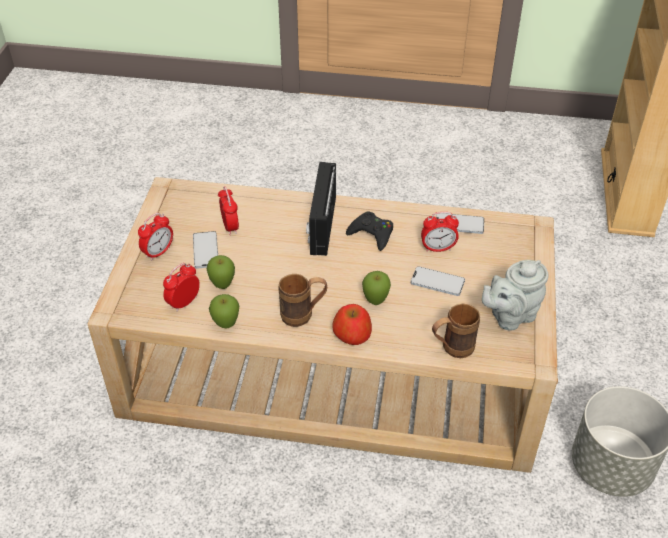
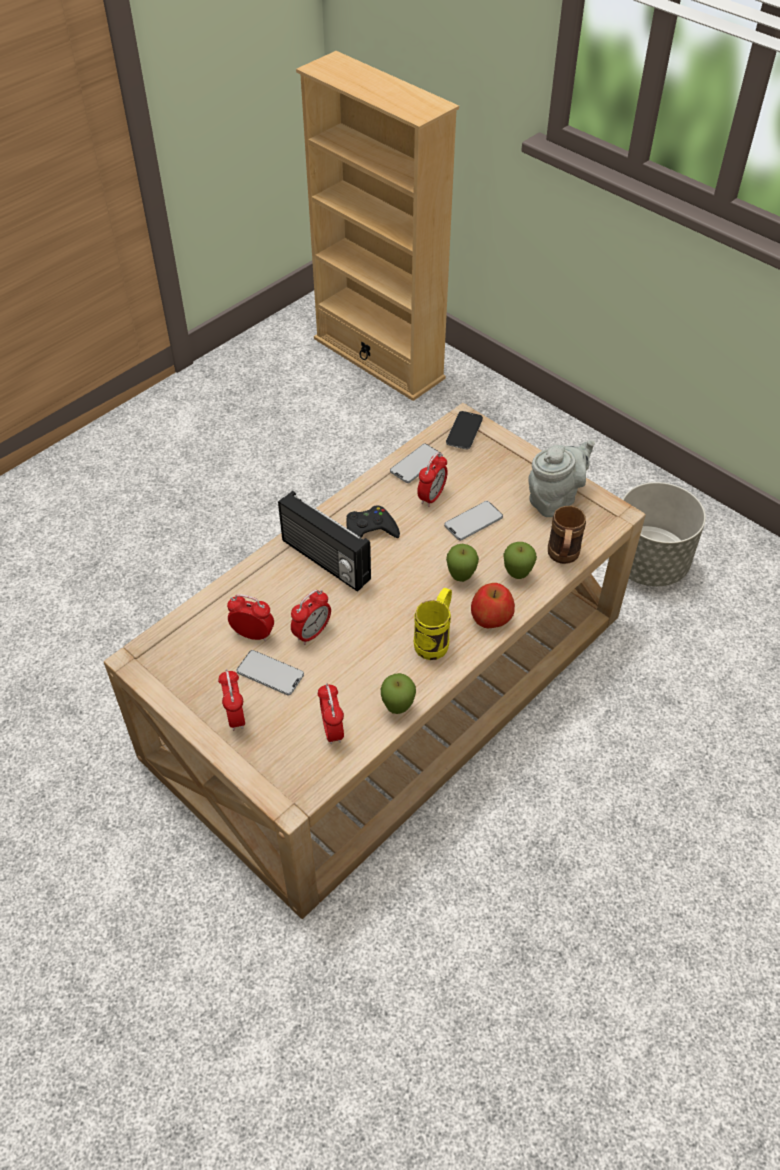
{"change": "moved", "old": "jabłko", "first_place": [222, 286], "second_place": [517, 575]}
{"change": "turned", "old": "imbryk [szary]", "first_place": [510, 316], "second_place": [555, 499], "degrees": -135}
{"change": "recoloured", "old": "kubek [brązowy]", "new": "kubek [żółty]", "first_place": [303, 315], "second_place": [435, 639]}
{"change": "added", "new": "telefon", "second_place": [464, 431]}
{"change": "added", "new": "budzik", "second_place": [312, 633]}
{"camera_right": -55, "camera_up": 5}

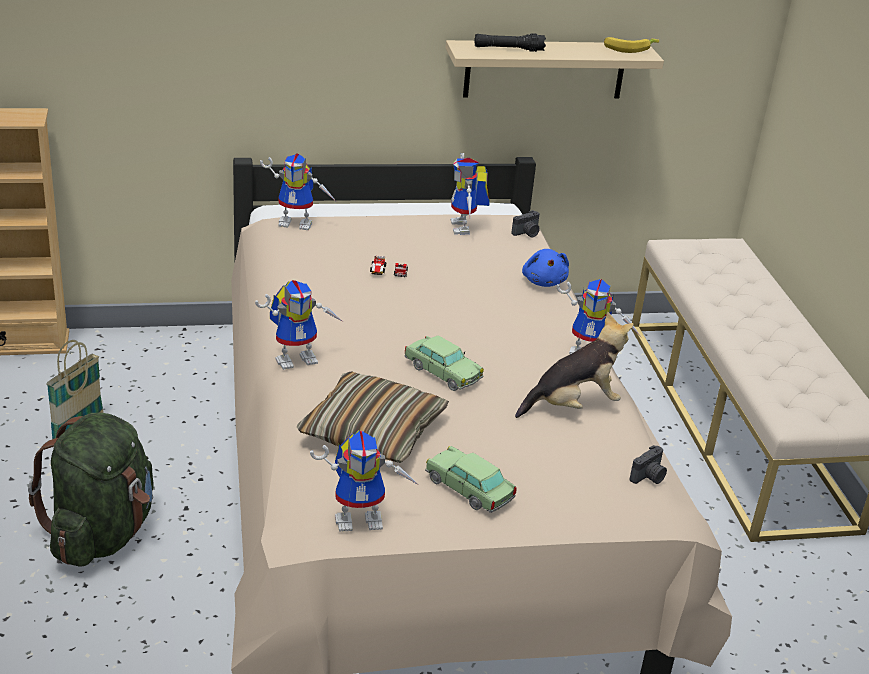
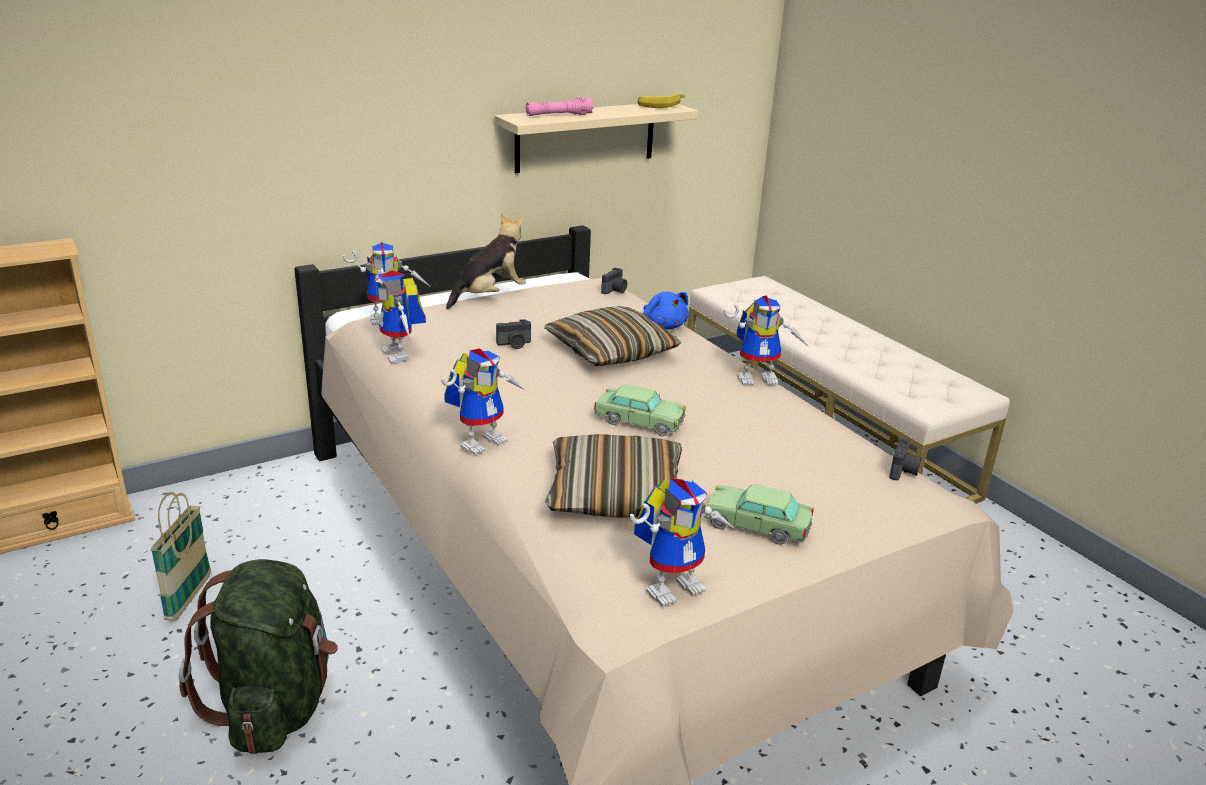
{"change": "recoloured", "old": "latarka [czarny]", "new": "latarka [różowy]", "first_place": [508, 49], "second_place": [559, 115]}
{"change": "moved", "old": "robot zabawkowy", "first_place": [465, 228], "second_place": [402, 355]}
{"change": "replaced", "old": "samochodzik", "new": "aparat fotograficzny", "first_place": [388, 272], "second_place": [514, 344]}
{"change": "moved", "old": "pluszak", "first_place": [573, 405], "second_place": [489, 296]}
{"change": "added", "new": "poduszka", "second_place": [611, 351]}
{"camera_right": -20, "camera_up": -5}

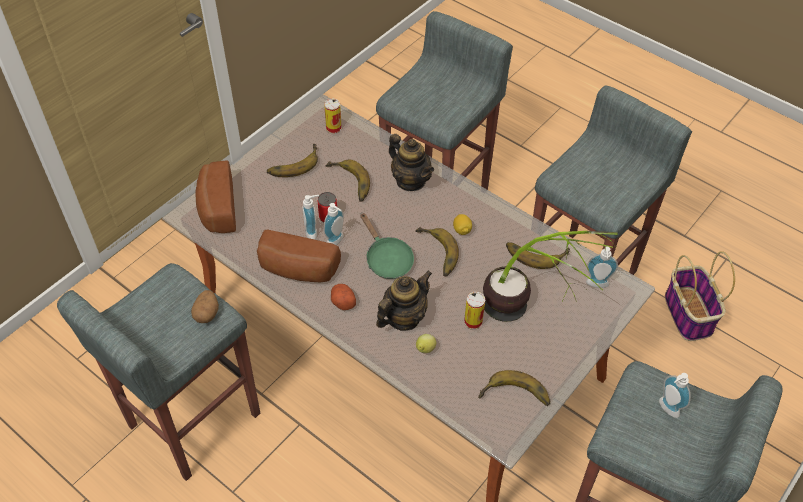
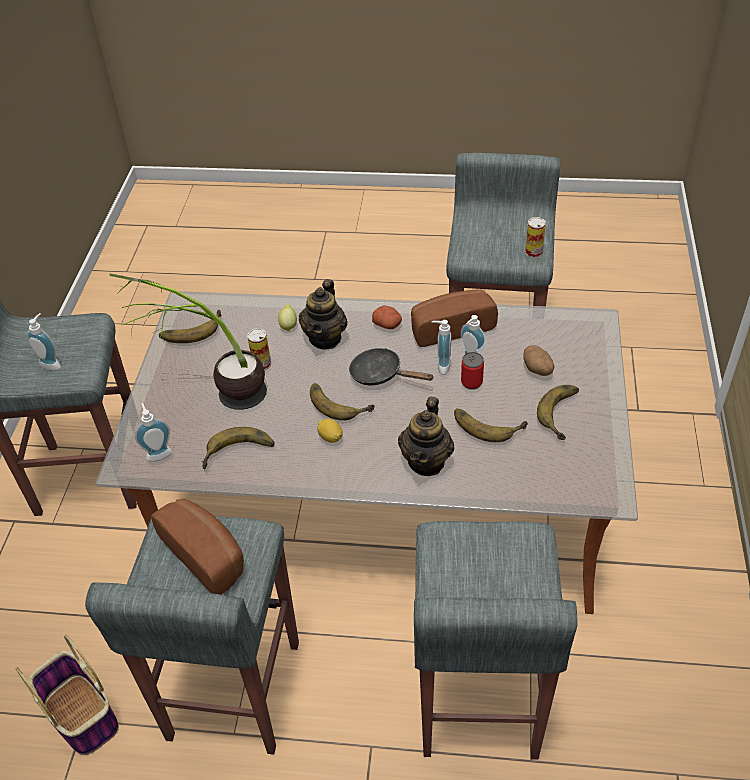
{"change": "moved", "old": "puszka", "first_place": [333, 128], "second_place": [533, 252]}
{"change": "turned", "old": "imbryk", "first_place": [410, 181], "second_place": [426, 461], "degrees": -90}
{"change": "moved", "old": "chleb", "first_place": [216, 208], "second_place": [207, 554]}
{"change": "recoloured", "old": "patelnia [zielony]", "new": "patelnia [czarny]", "first_place": [386, 259], "second_place": [381, 374]}
{"change": "moved", "old": "ziemniak", "first_place": [207, 313], "second_place": [538, 370]}
{"camera_right": 150, "camera_up": -5}

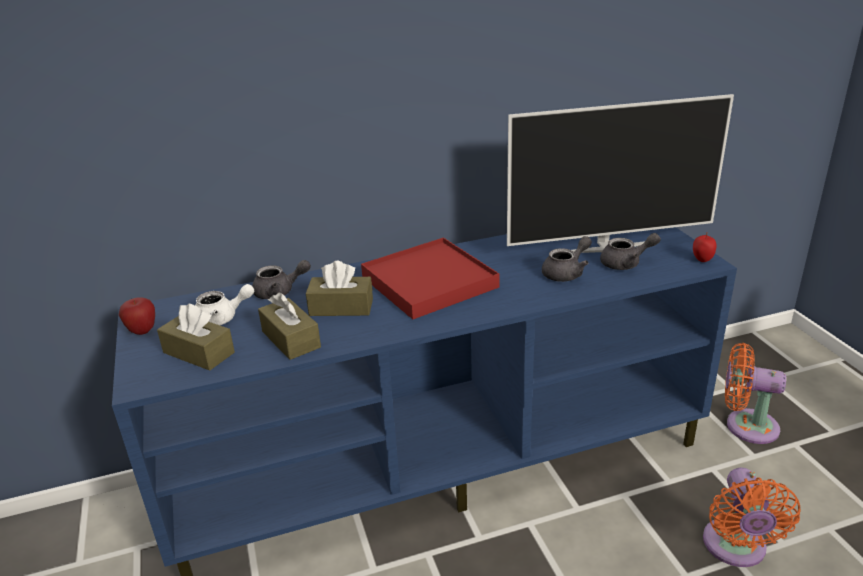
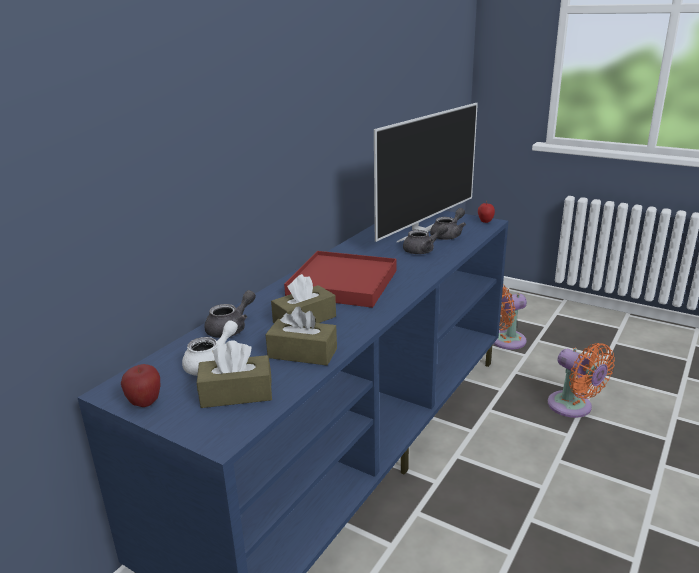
{"change": "turned", "old": "imbryk [szary]", "first_place": [566, 273], "second_place": [423, 250], "degrees": 60}
{"camera_right": -40, "camera_up": -5}

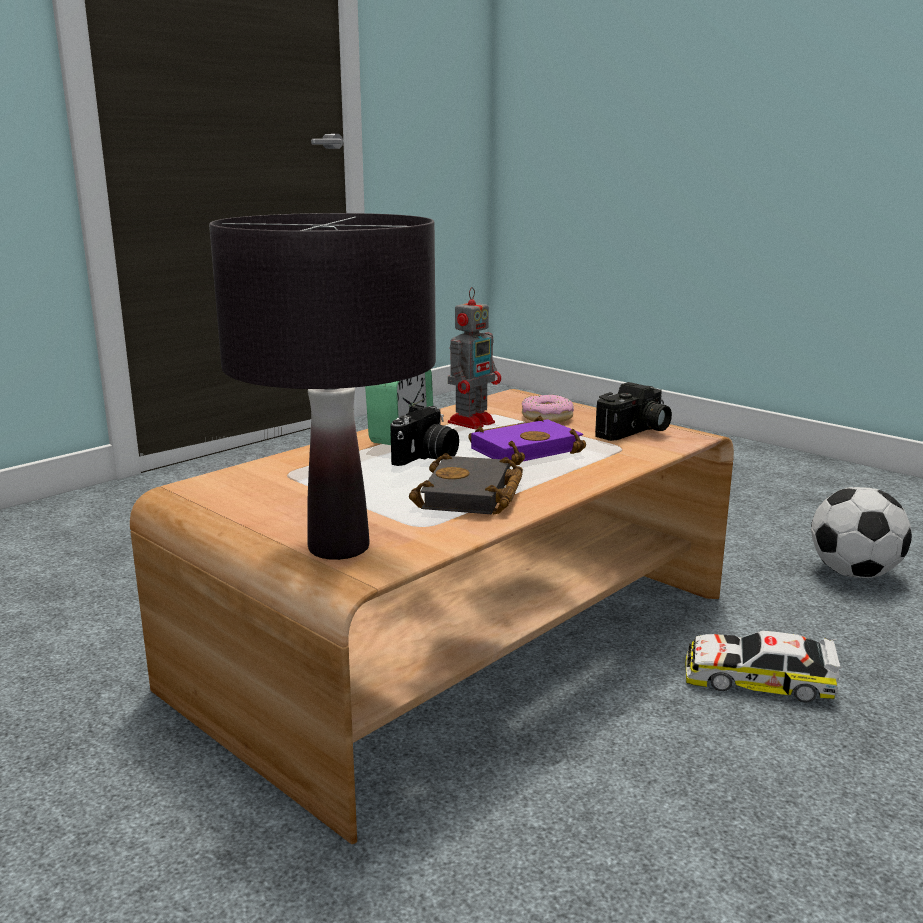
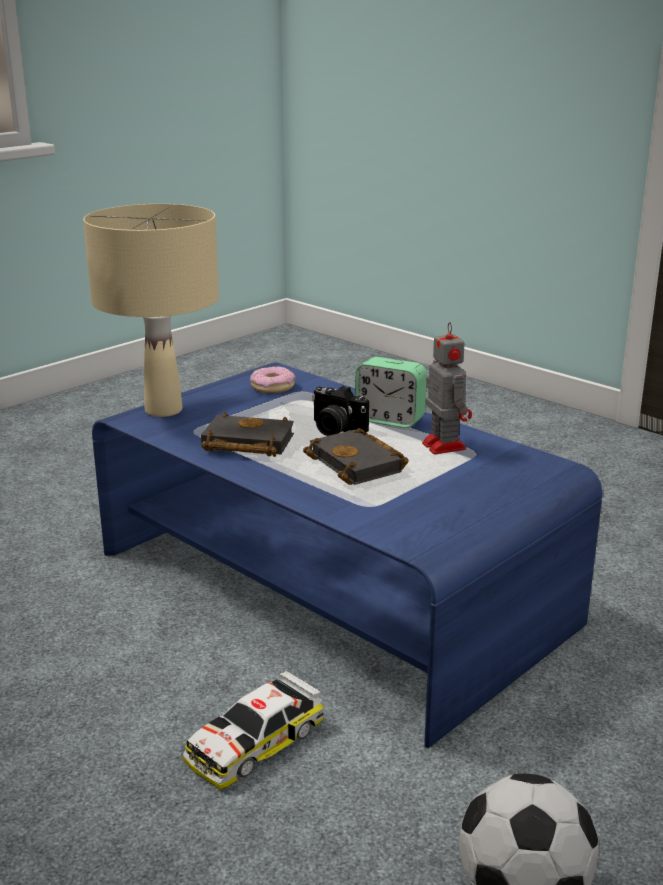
{"change": "recoloured", "old": "lampa stołowa [czarny]", "new": "lampa stołowa [beżowy]", "first_place": [339, 548], "second_place": [163, 410]}
{"change": "turned", "old": "robot zabawkowy", "first_place": [472, 422], "second_place": [442, 445], "degrees": -150}
{"change": "removed", "old": "aparat fotograficzny", "first_place": [635, 432]}
{"change": "recoloured", "old": "ława [brązowy]", "new": "ława [niebieski]", "first_place": [461, 639], "second_place": [331, 587]}
{"change": "moved", "old": "donut", "first_place": [547, 417], "second_place": [272, 387]}
{"change": "recoloured", "old": "książka [fioletowy]", "new": "książka [czarny]", "first_place": [526, 449], "second_place": [359, 464]}
{"change": "turned", "old": "samochodzik", "first_place": [758, 679], "second_place": [254, 743], "degrees": -150}
{"camera_right": 90, "camera_up": 5}

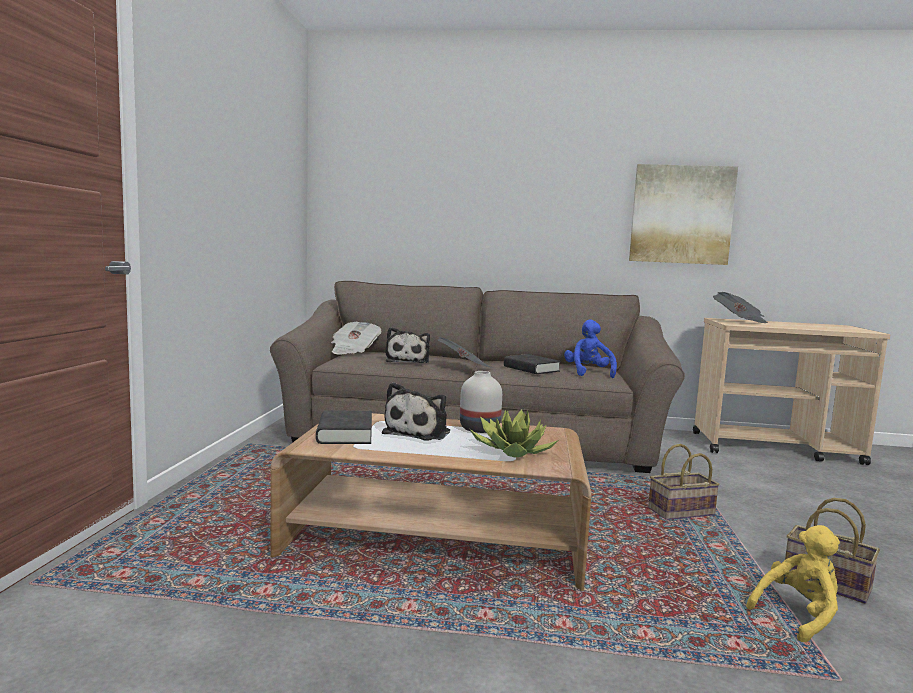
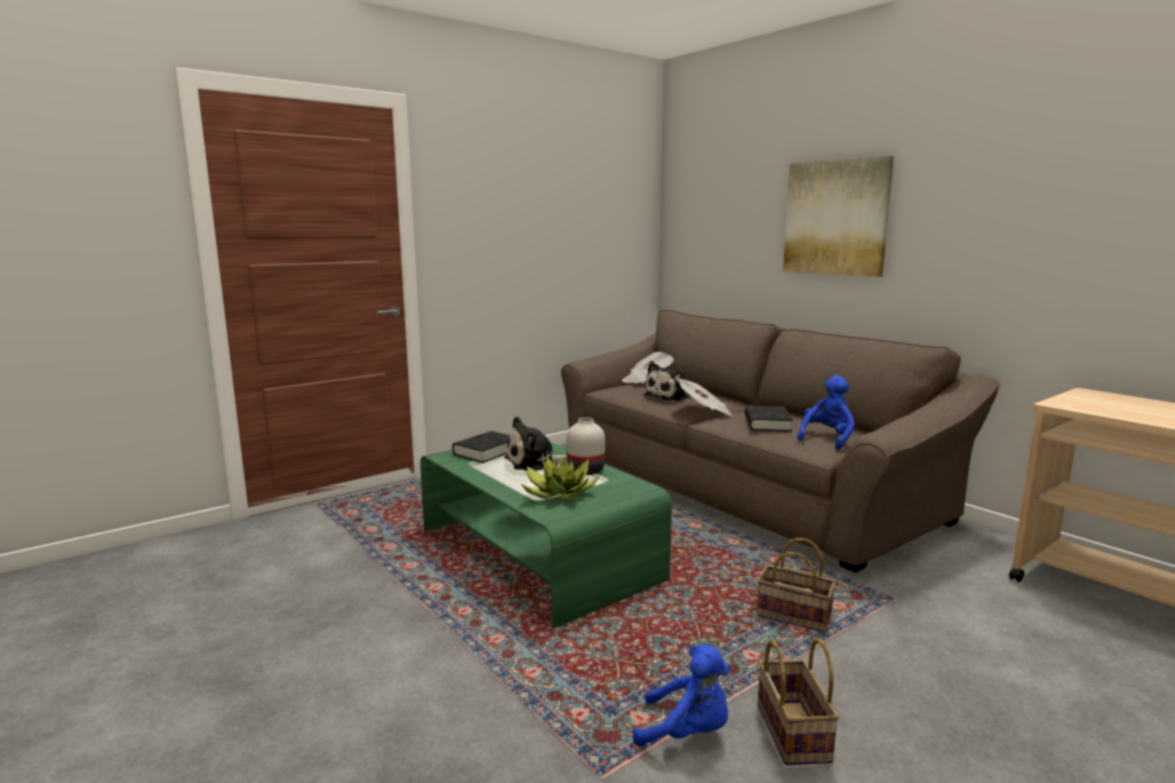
{"change": "moved", "old": "obraz", "first_place": [681, 215], "second_place": [836, 218]}
{"change": "removed", "old": "gazeta", "first_place": [739, 322]}
{"change": "recoloured", "old": "ława [brązowy]", "new": "ława [zielony]", "first_place": [436, 537], "second_place": [537, 554]}
{"change": "recoloured", "old": "pluszak [żółty]", "new": "pluszak [niebieski]", "first_place": [798, 616], "second_place": [687, 732]}
{"camera_right": 45, "camera_up": 5}

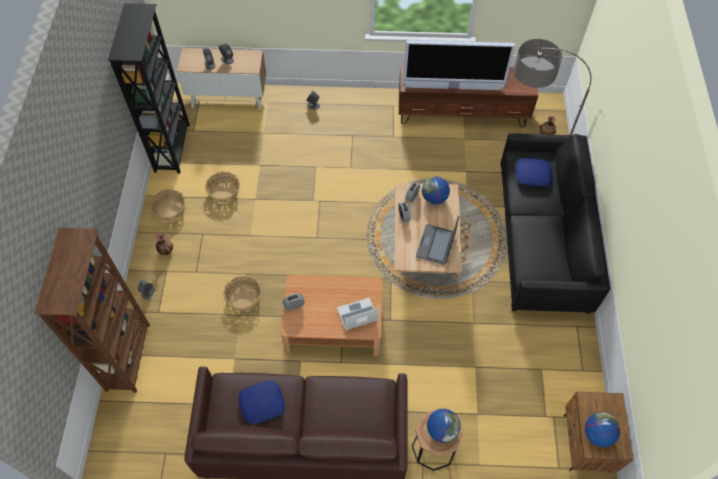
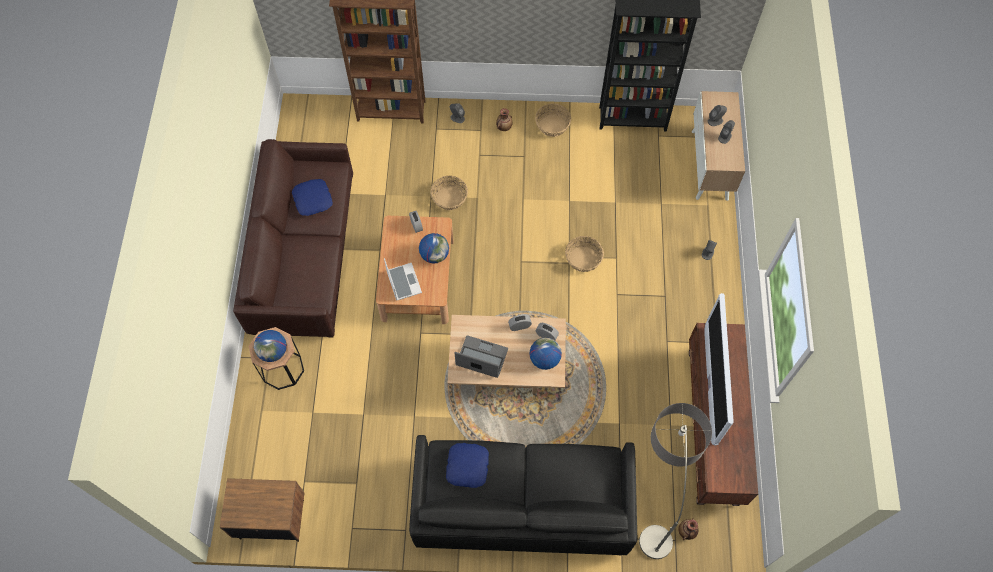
{"change": "moved", "old": "poduszka [niebieski]", "first_place": [532, 174], "second_place": [468, 466]}
{"change": "moved", "old": "koszyk", "first_place": [224, 192], "second_place": [583, 259]}
{"change": "moved", "old": "globus", "first_place": [597, 434], "second_place": [434, 255]}
{"camera_right": 90, "camera_up": 5}

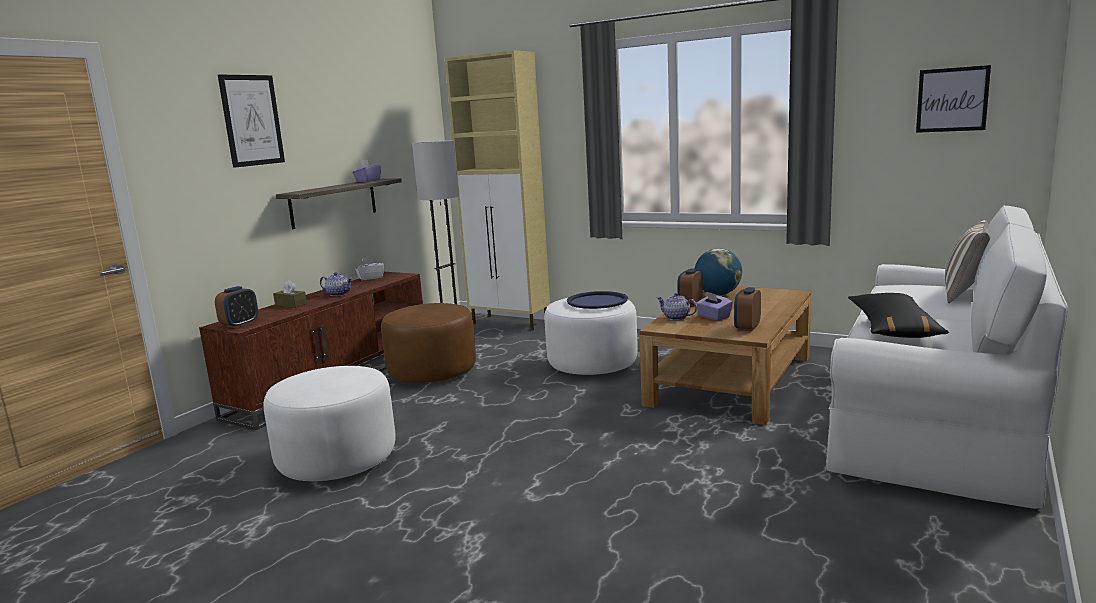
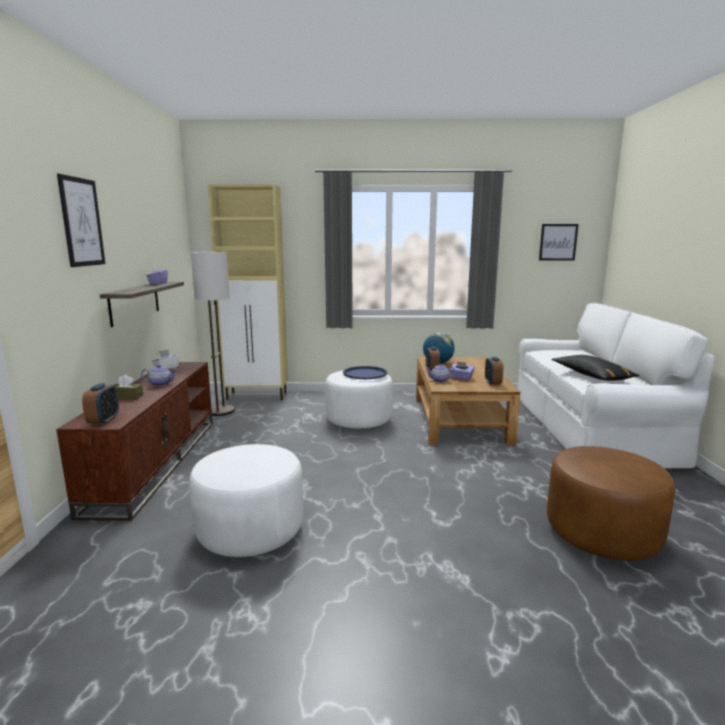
{"change": "removed", "old": "poduszka", "first_place": [965, 295]}
{"change": "moved", "old": "pufa [brązowy]", "first_place": [432, 372], "second_place": [602, 533]}
{"camera_right": -30, "camera_up": 0}

